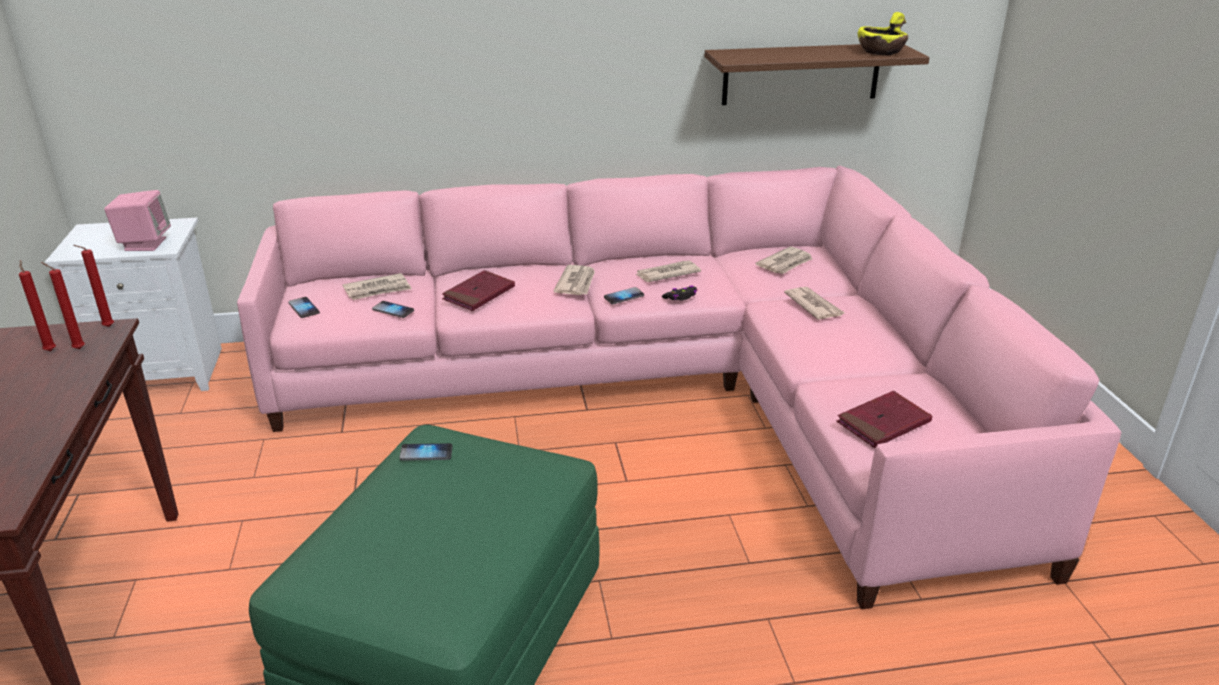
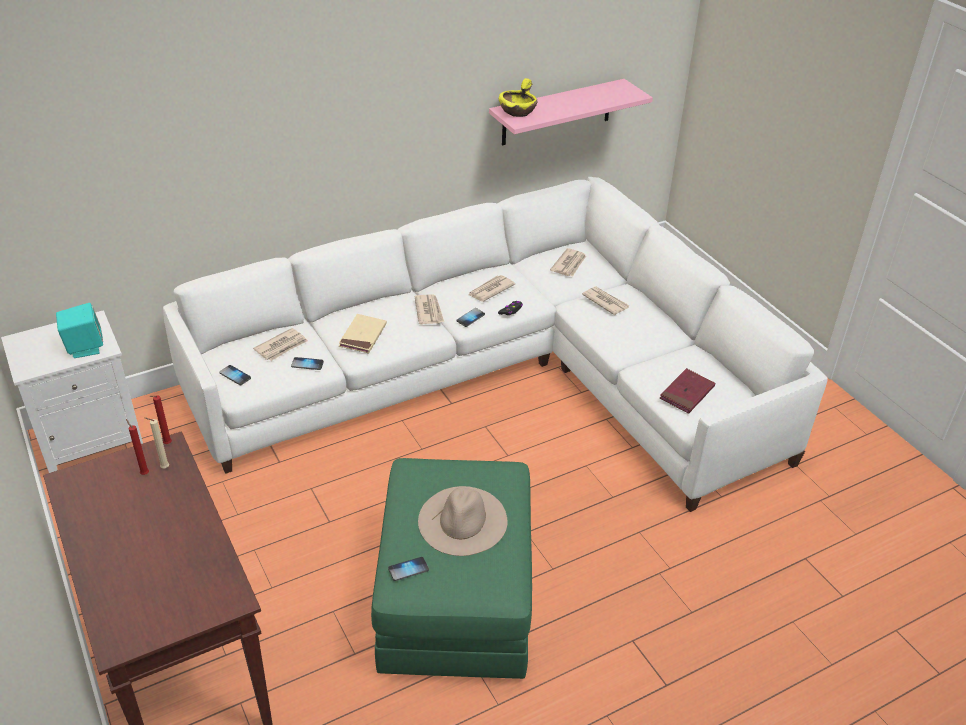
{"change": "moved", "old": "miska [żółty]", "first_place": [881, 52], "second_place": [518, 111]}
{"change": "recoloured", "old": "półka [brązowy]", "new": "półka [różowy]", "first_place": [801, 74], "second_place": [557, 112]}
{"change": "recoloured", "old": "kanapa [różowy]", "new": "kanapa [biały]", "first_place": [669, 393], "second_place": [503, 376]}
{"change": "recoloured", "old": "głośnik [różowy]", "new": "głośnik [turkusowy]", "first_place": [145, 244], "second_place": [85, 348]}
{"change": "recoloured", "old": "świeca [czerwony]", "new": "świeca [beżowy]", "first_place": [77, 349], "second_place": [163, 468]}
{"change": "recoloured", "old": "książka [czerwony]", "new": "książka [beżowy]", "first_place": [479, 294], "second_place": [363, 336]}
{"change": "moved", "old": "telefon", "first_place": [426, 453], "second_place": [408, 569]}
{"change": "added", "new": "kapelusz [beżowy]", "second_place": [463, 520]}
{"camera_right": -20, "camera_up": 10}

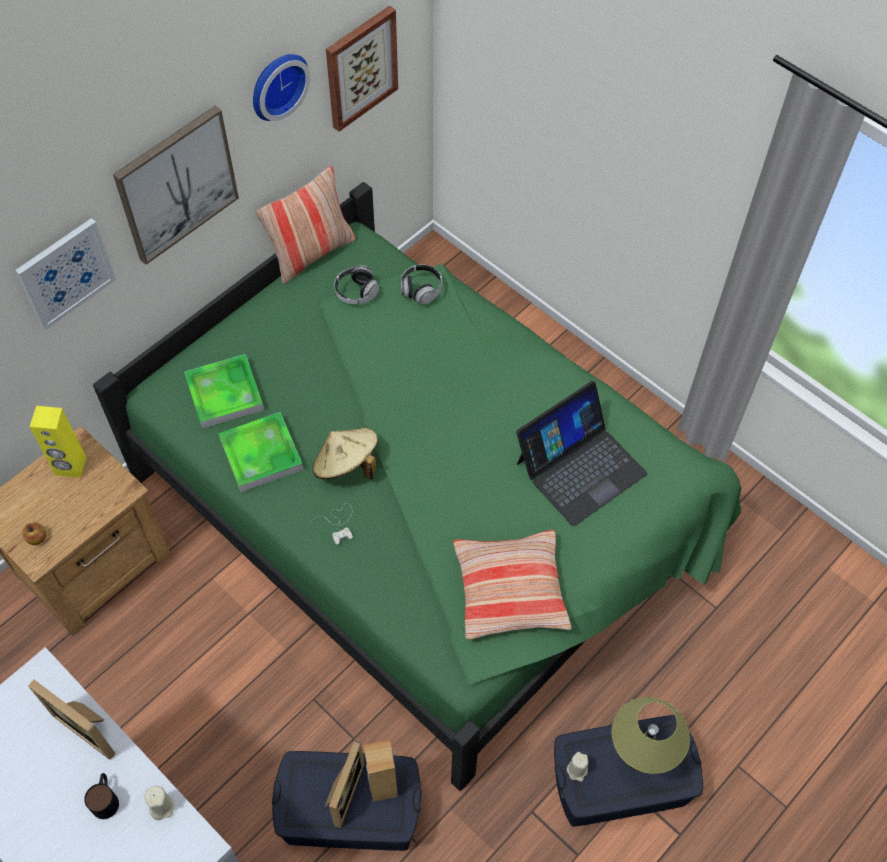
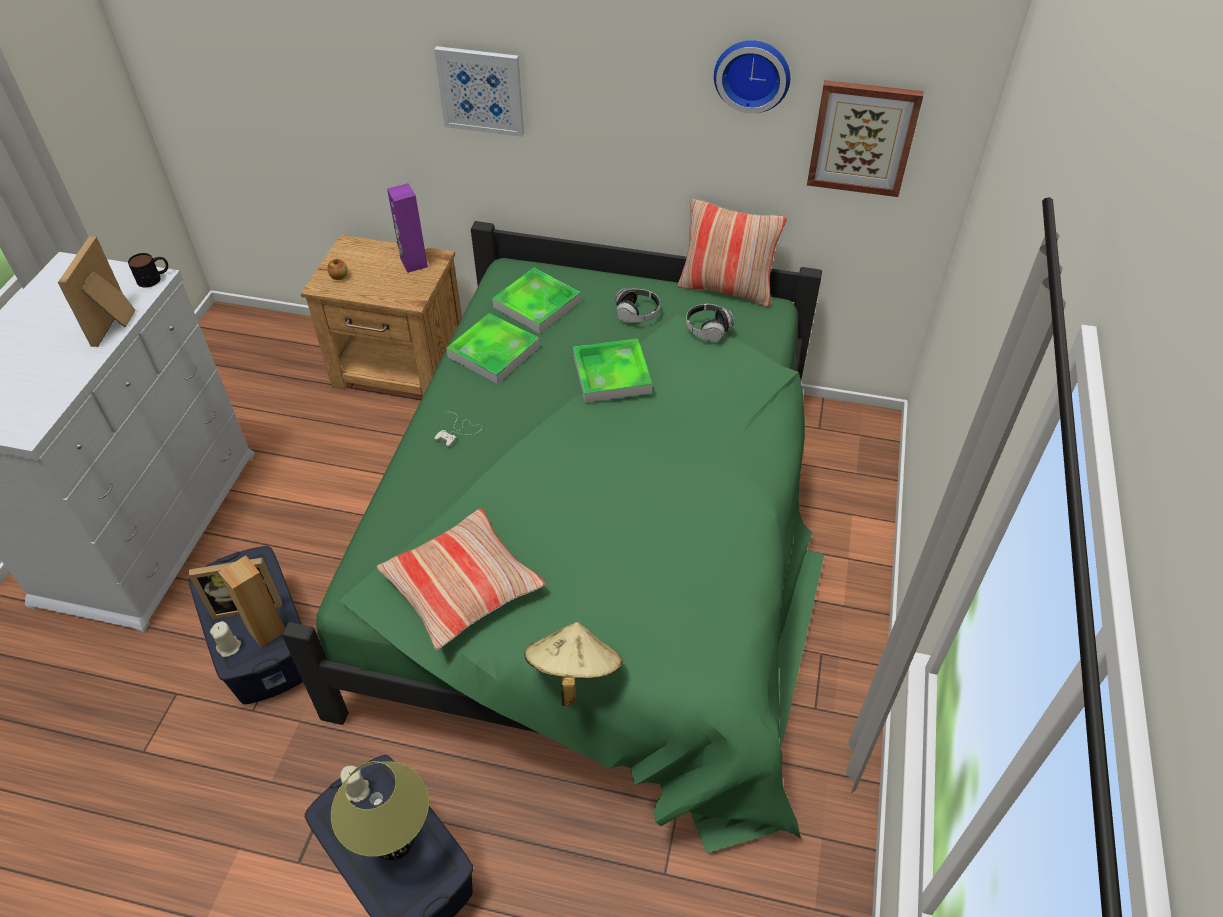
{"change": "removed", "old": "obraz", "first_place": [176, 184]}
{"change": "moved", "old": "słuchawki", "first_place": [421, 290], "second_place": [637, 314]}
{"change": "removed", "old": "laptop", "first_place": [580, 467]}
{"change": "recoloured", "old": "głośnik [żółty]", "new": "głośnik [fioletowy]", "first_place": [70, 466], "second_place": [413, 263]}
{"change": "moved", "old": "kapelusz [beżowy]", "first_place": [346, 465], "second_place": [573, 673]}
{"change": "moved", "old": "kubek", "first_place": [106, 798], "second_place": [154, 278]}
{"change": "moved", "old": "świeca [beżowy]", "first_place": [161, 806], "second_place": [229, 647]}
{"change": "added", "new": "taca", "second_place": [611, 374]}
{"camera_right": 60, "camera_up": -10}

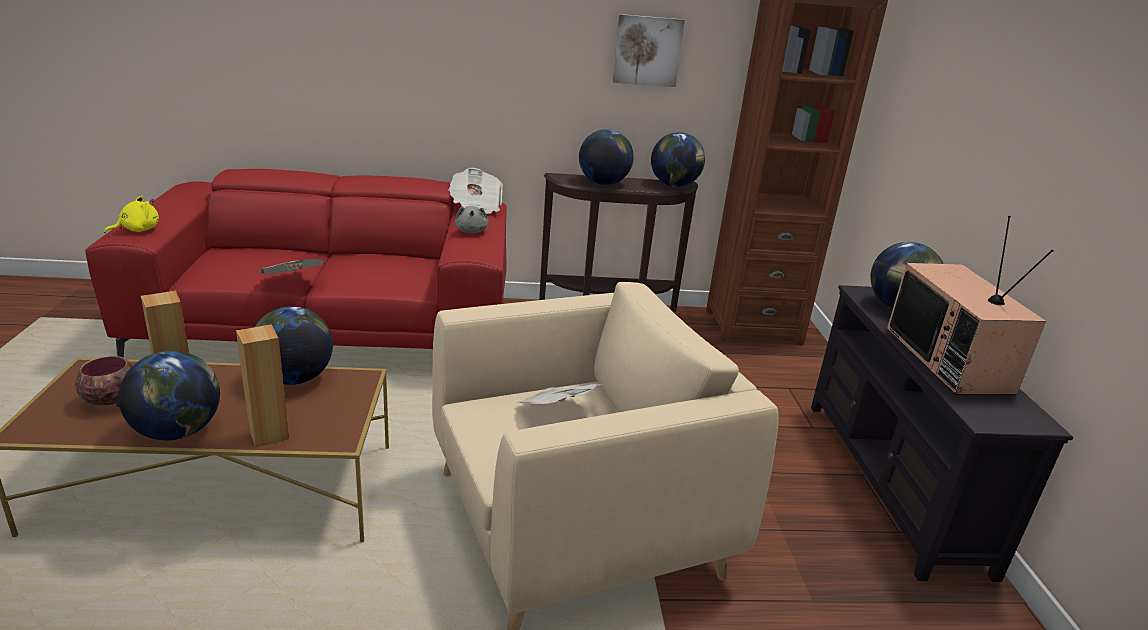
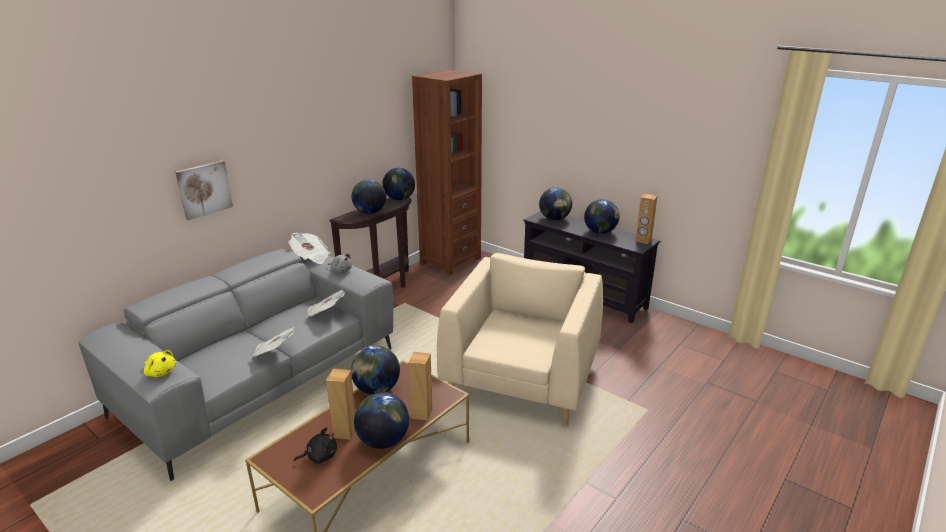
{"change": "moved", "old": "obraz", "first_place": [647, 50], "second_place": [204, 189]}
{"change": "recoloured", "old": "kanapa [czerwony]", "new": "kanapa [szary]", "first_place": [331, 331], "second_place": [261, 381]}
{"change": "turned", "old": "pluszak [żółty]", "first_place": [137, 230], "second_place": [161, 372], "degrees": 120}
{"change": "replaced", "old": "telewizor", "new": "globus", "first_place": [951, 361], "second_place": [600, 232]}
{"change": "replaced", "old": "miska", "new": "pluszak [czarny]", "first_place": [112, 400], "second_place": [320, 456]}
{"change": "moved", "old": "gazeta", "first_place": [557, 412], "second_place": [325, 313]}
{"change": "added", "new": "głośnik [brązowy]", "second_place": [643, 240]}
{"camera_right": -45, "camera_up": 0}

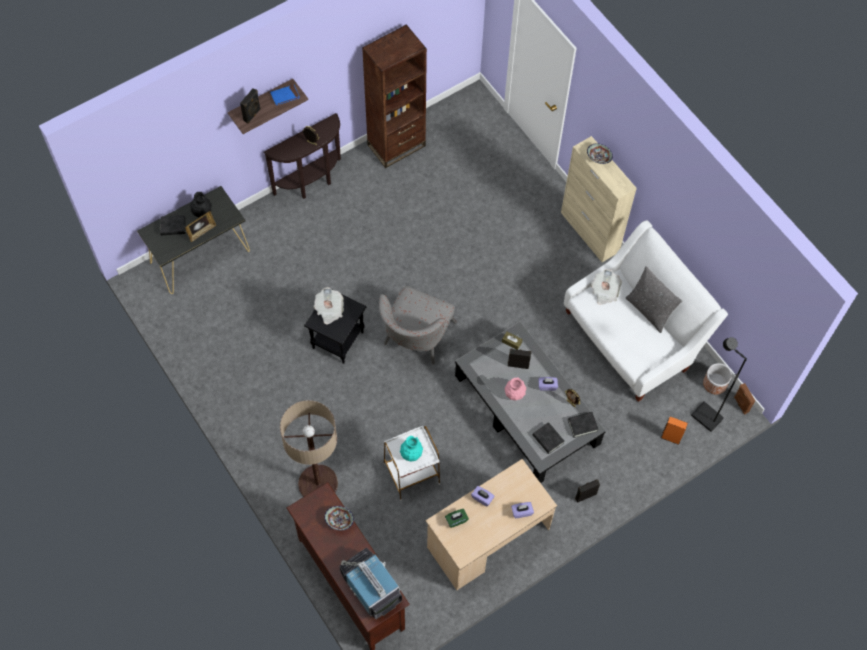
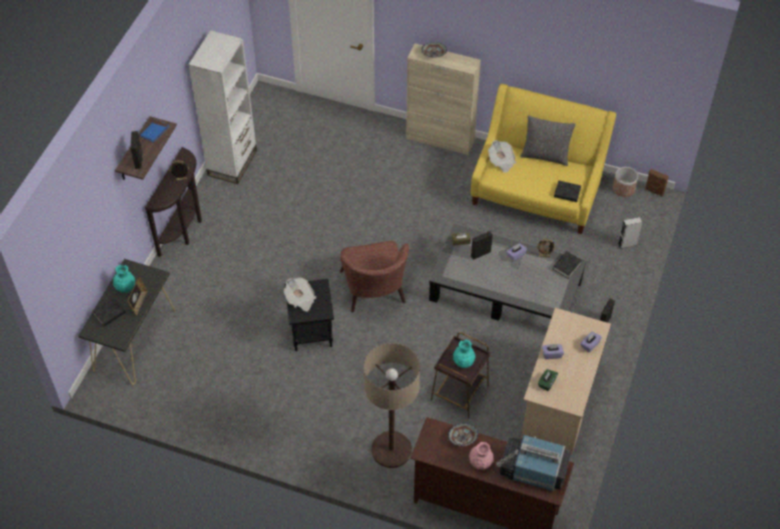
{"change": "recoloured", "old": "regał [brązowy]", "new": "regał [biały]", "first_place": [396, 145], "second_place": [232, 163]}
{"change": "recoloured", "old": "wazon [czarny]", "new": "wazon [turkusowy]", "first_place": [202, 212], "second_place": [125, 288]}
{"change": "recoloured", "old": "kanapa [biały]", "new": "kanapa [żółty]", "first_place": [632, 336], "second_place": [536, 192]}
{"change": "recoloured", "old": "fotel [szary]", "new": "fotel [brązowy]", "first_place": [415, 339], "second_place": [374, 293]}
{"change": "removed", "old": "lampa stojąca [czarny]", "first_place": [706, 417]}
{"change": "moved", "old": "wazon [różowy]", "first_place": [514, 393], "second_place": [480, 463]}
{"change": "recoloured", "old": "głośnik [pomarańczowy]", "new": "głośnik [szary]", "first_place": [670, 438], "second_place": [627, 244]}
{"change": "moved", "old": "książka [czarny]", "first_place": [548, 439], "second_place": [567, 193]}
{"change": "recoloured", "old": "stolik [biały]", "new": "stolik [brązowy]", "first_place": [411, 473], "second_place": [459, 393]}
{"camera_right": -35, "camera_up": -10}

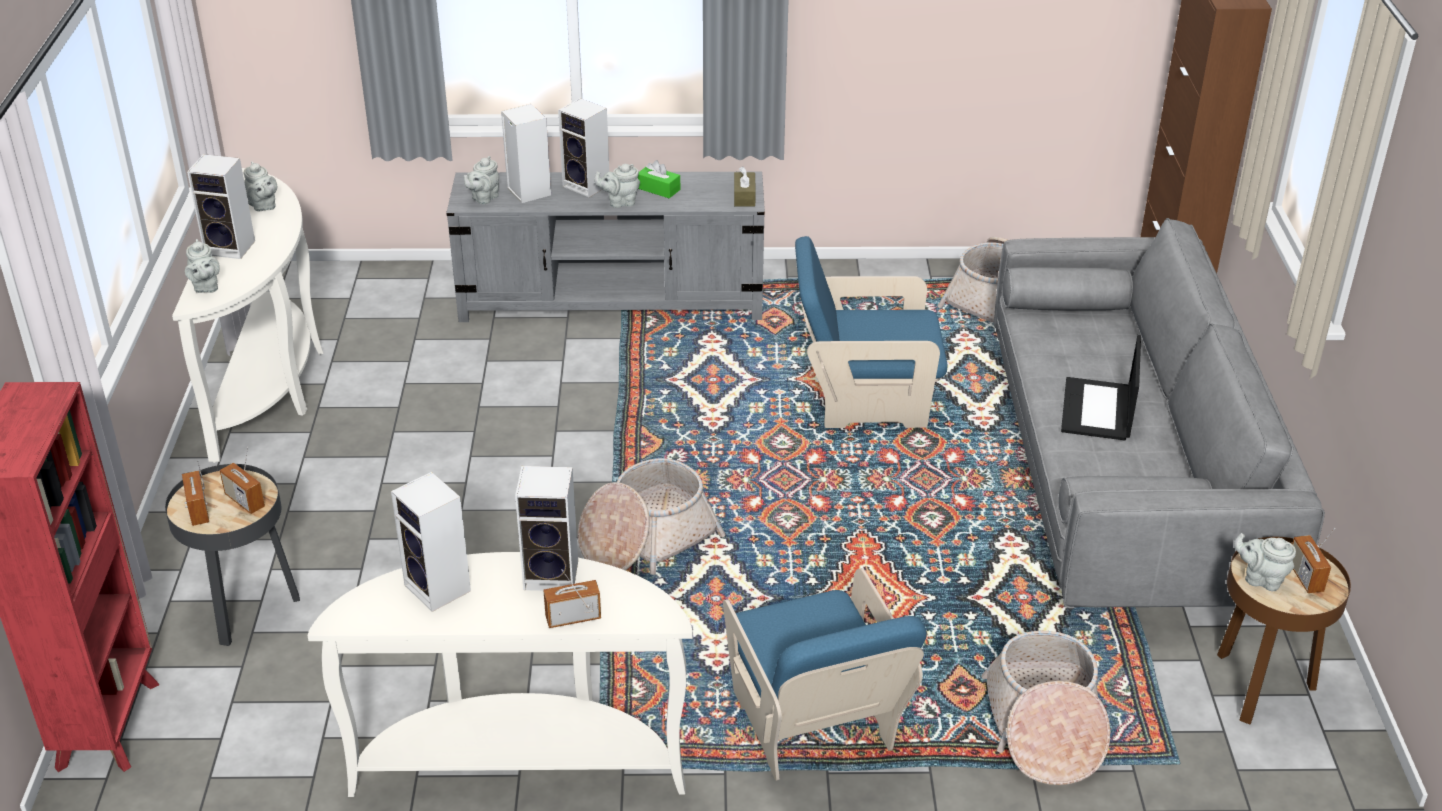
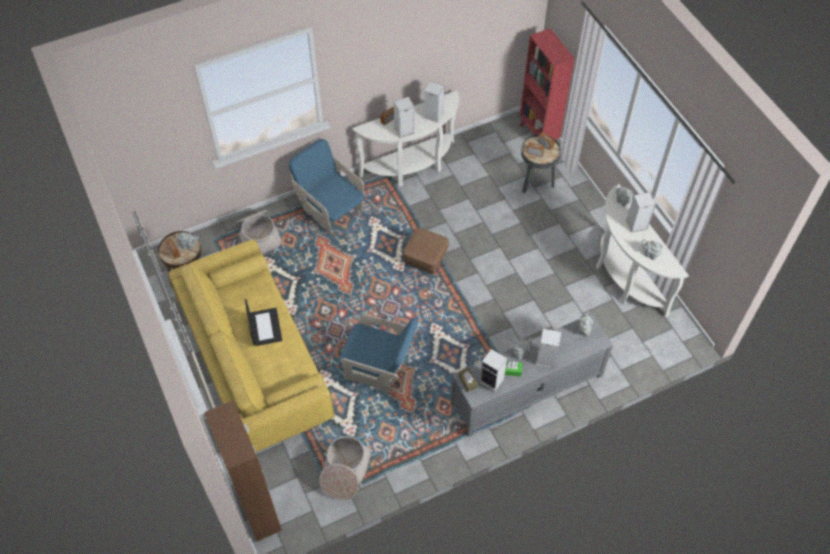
{"change": "moved", "old": "głośnik", "first_place": [527, 191], "second_place": [492, 381]}
{"change": "recoloured", "old": "kanapa [szary]", "new": "kanapa [żółty]", "first_place": [1123, 480], "second_place": [255, 362]}
{"change": "turned", "old": "fotel [niebieski]", "first_place": [863, 399], "second_place": [379, 368], "degrees": 45}
{"change": "replaced", "old": "koszyk", "new": "pufa [brązowy]", "first_place": [646, 539], "second_place": [425, 259]}
{"camera_right": 155, "camera_up": 20}

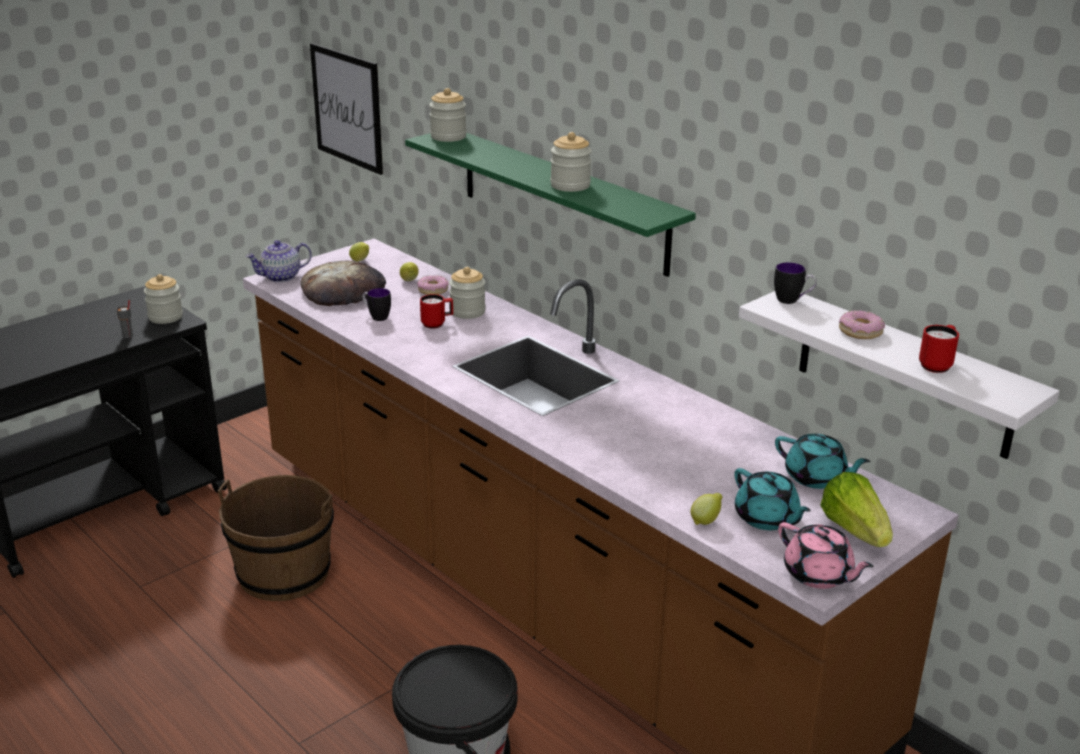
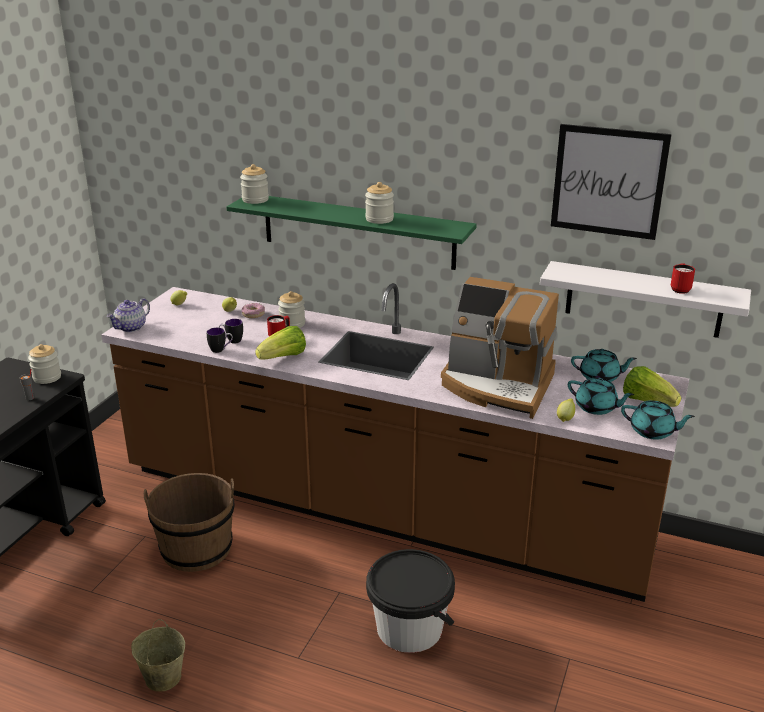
{"change": "moved", "old": "obraz", "first_place": [347, 108], "second_place": [608, 181]}
{"change": "removed", "old": "chleb", "first_place": [343, 290]}
{"change": "moved", "old": "kubek", "first_place": [792, 301], "second_place": [221, 350]}
{"change": "removed", "old": "donut", "first_place": [860, 331]}
{"change": "recoloured", "old": "imbryk [różowy]", "new": "imbryk [turkusowy]", "first_place": [818, 575], "second_place": [653, 431]}
{"change": "added", "new": "ekspres do kawy", "second_place": [497, 385]}
{"change": "added", "new": "sałata", "second_place": [283, 357]}
{"change": "added", "new": "wiadro [beżowy]", "second_place": [162, 677]}
{"camera_right": -25, "camera_up": 0}

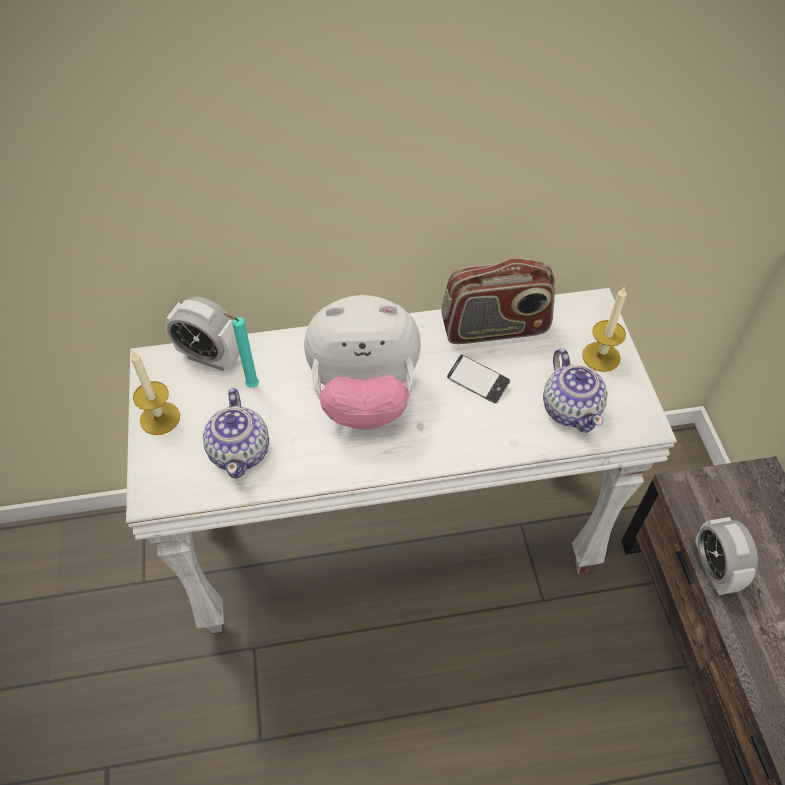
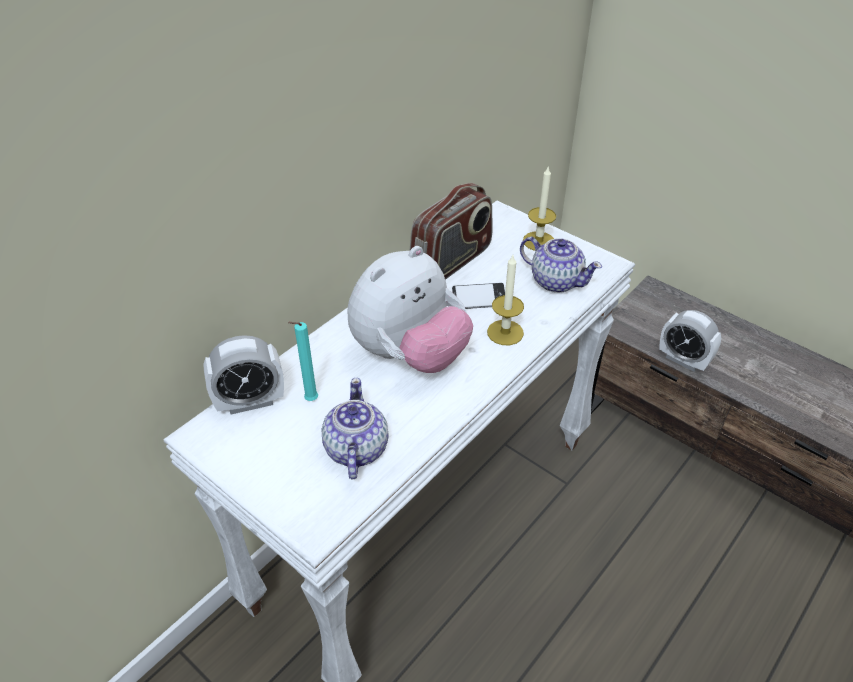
{"change": "moved", "old": "świeca", "first_place": [160, 418], "second_place": [505, 332]}
{"change": "turned", "old": "imbryk", "first_place": [240, 451], "second_place": [355, 450], "degrees": -135}
{"camera_right": -40, "camera_up": -10}

